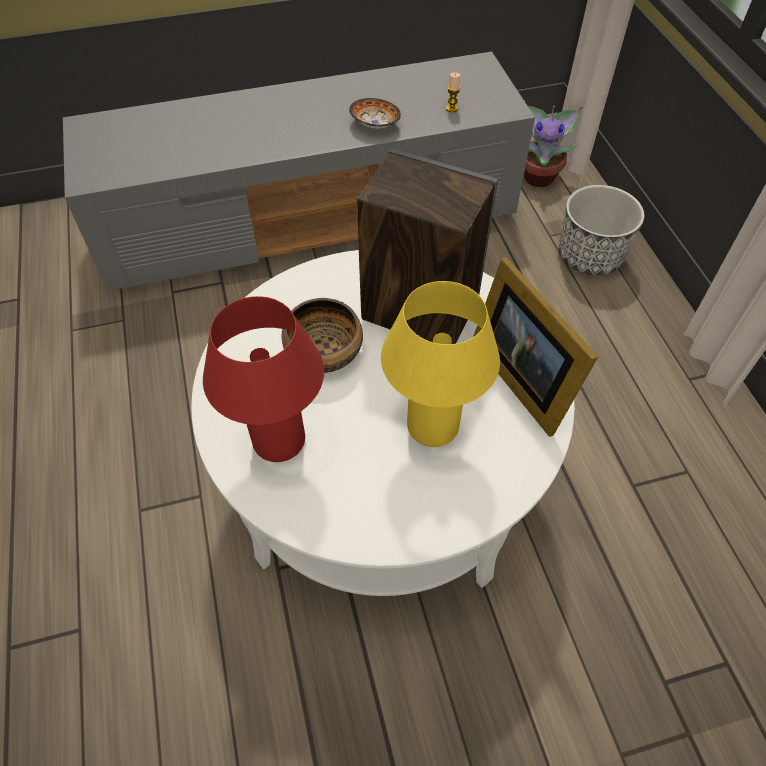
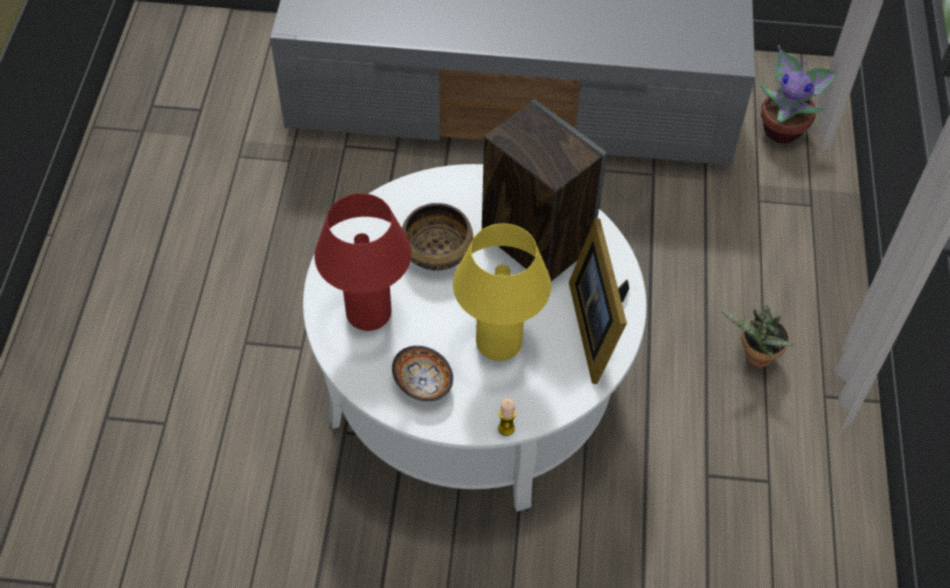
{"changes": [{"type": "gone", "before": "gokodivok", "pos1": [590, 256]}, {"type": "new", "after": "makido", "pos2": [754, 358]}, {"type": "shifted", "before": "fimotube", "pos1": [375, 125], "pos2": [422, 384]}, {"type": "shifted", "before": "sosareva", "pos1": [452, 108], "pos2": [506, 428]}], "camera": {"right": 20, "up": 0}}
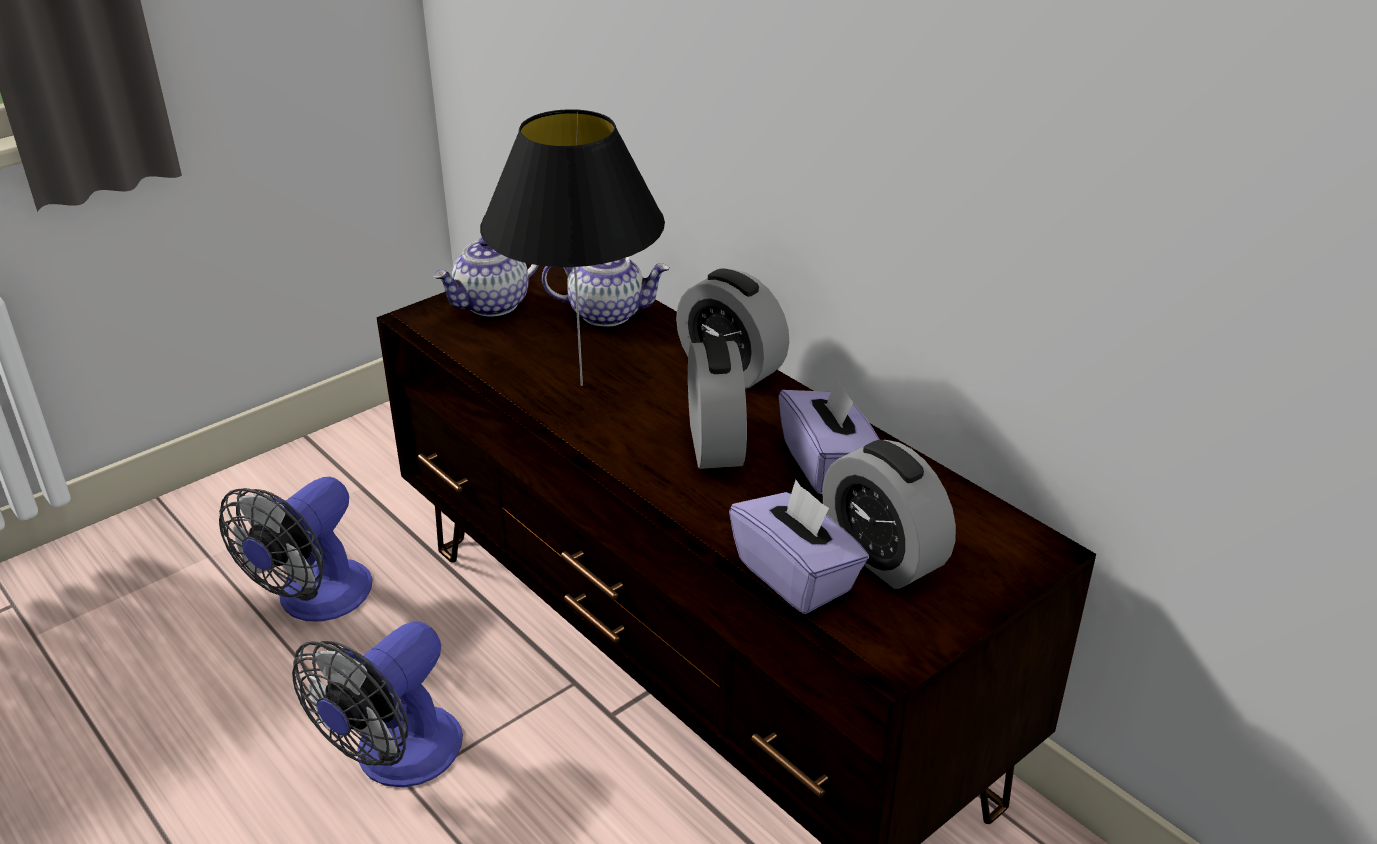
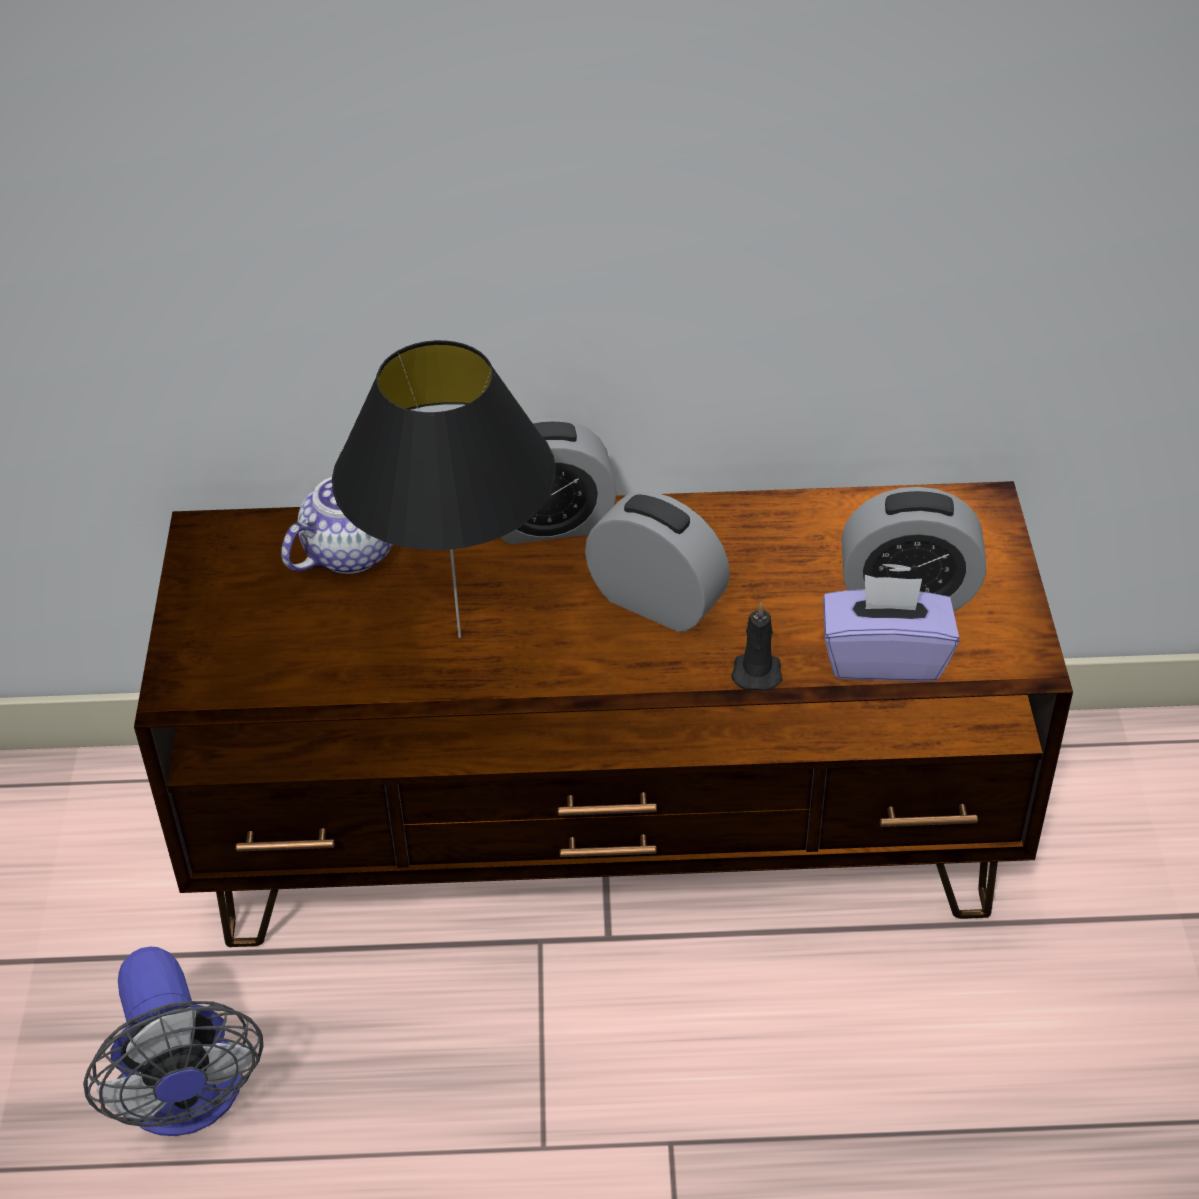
{"changes": [{"type": "gone", "before": "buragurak", "pos1": [396, 760]}, {"type": "gone", "before": "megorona", "pos1": [492, 305]}, {"type": "gone", "before": "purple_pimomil", "pos1": [828, 465]}, {"type": "new", "after": "black_sosareva", "pos2": [756, 671]}], "camera": {"right": -50, "up": 10}}
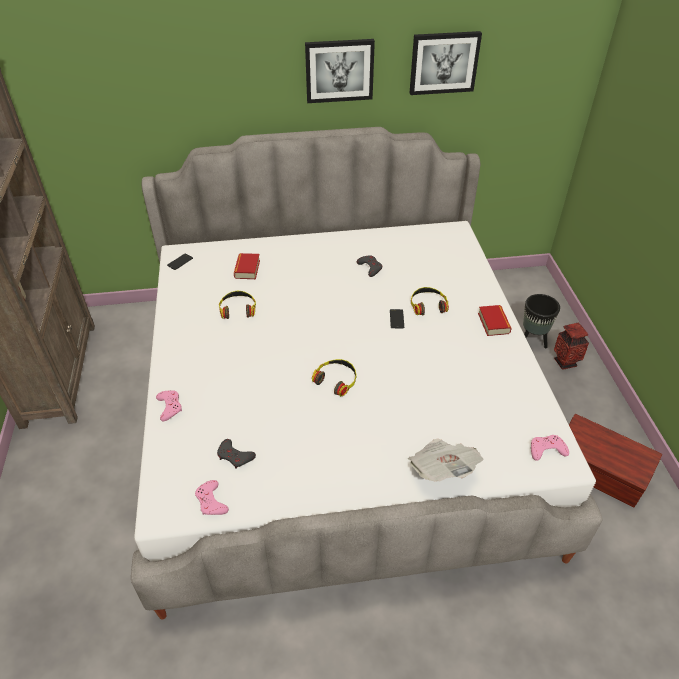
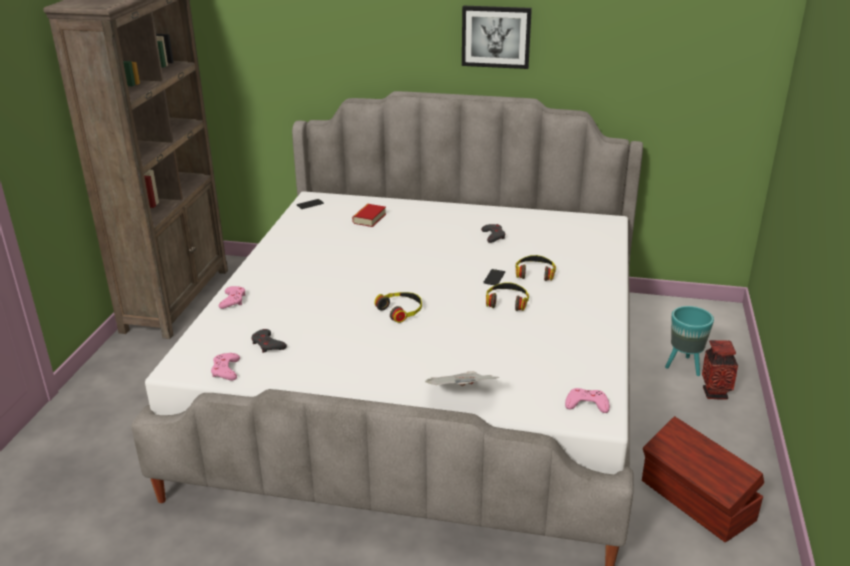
{"changes": [{"type": "gone", "before": "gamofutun", "pos1": [444, 62]}, {"type": "gone", "before": "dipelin", "pos1": [493, 323]}, {"type": "shifted", "before": "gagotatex", "pos1": [238, 309], "pos2": [507, 301]}, {"type": "repainted", "before": "black_gokodivok", "after": "turquoise_gokodivok", "pos1": [532, 341], "pos2": [684, 367]}], "camera": {"right": 20, "up": -15}}
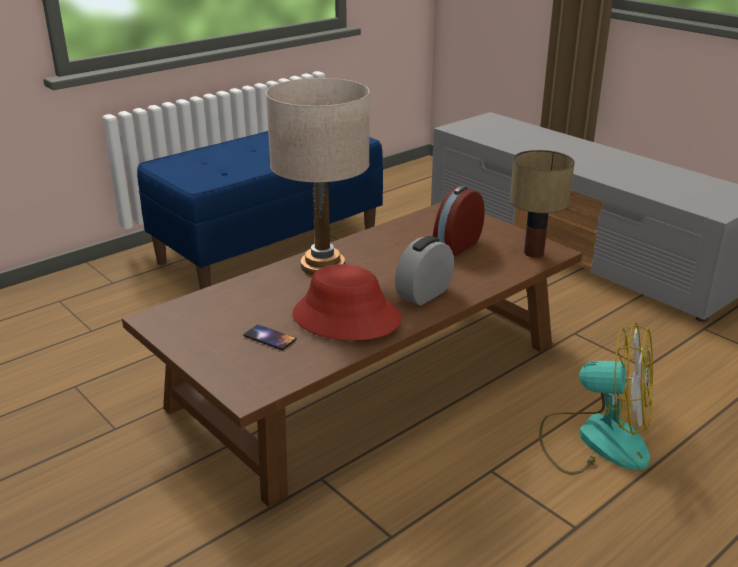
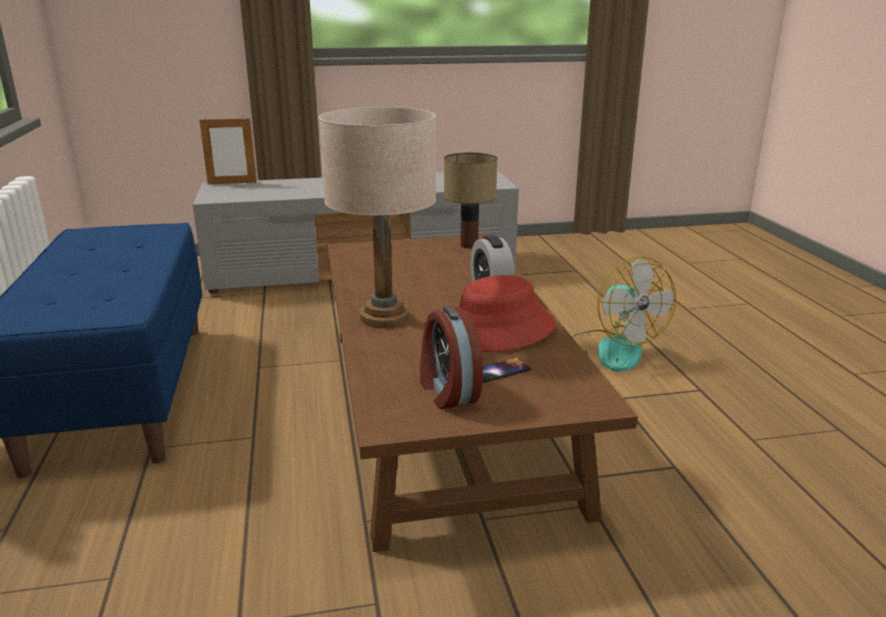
{"changes": [{"type": "new", "after": "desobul", "pos2": [232, 183]}, {"type": "shifted", "before": "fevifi", "pos1": [455, 245], "pos2": [447, 391]}, {"type": "rotated", "before": "buragurak", "pos1": [595, 439], "pos2": [610, 350], "turn": 105}], "camera": {"right": -60, "up": -5}}
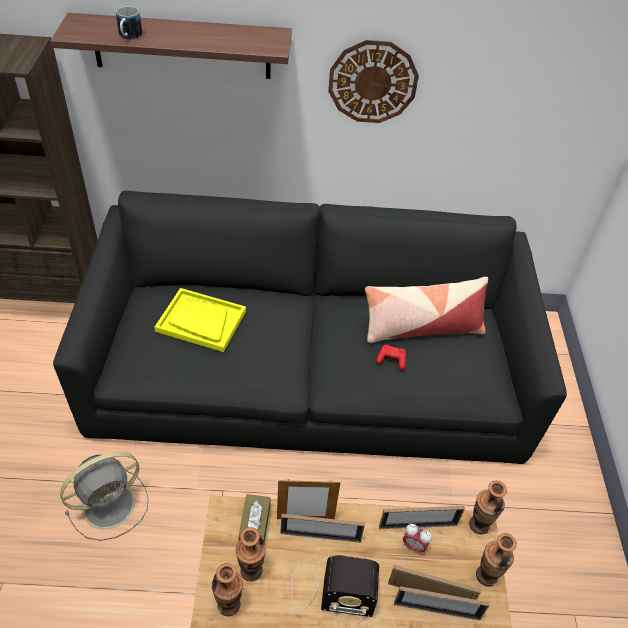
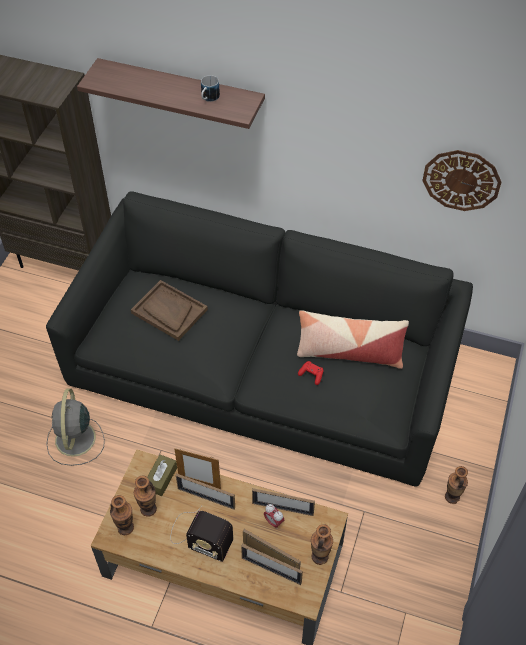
{"changes": [{"type": "shifted", "before": "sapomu", "pos1": [129, 37], "pos2": [208, 98]}, {"type": "shifted", "before": "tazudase", "pos1": [373, 82], "pos2": [461, 180]}, {"type": "shifted", "before": "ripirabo", "pos1": [479, 524], "pos2": [452, 497]}, {"type": "repainted", "before": "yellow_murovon", "after": "brown_murovon", "pos1": [201, 321], "pos2": [169, 311]}, {"type": "rotated", "before": "grey_buragurak", "pos1": [111, 504], "pos2": [75, 440], "turn": 105}], "camera": {"right": 20, "up": 5}}
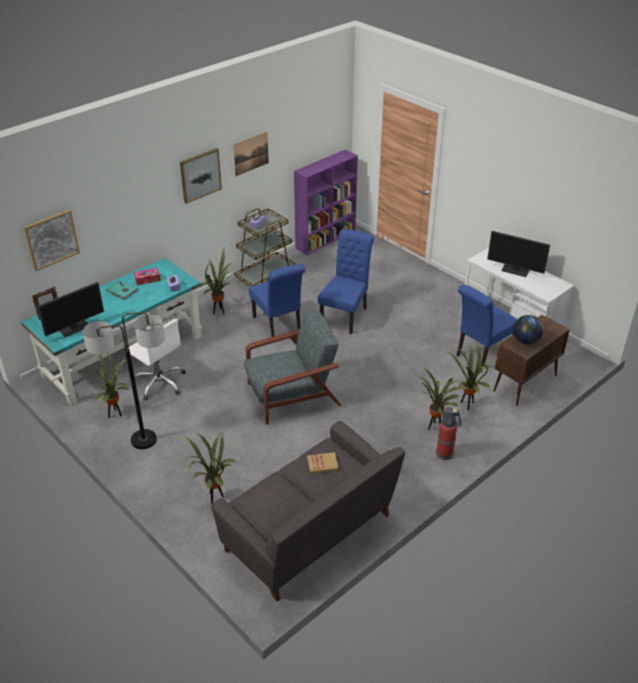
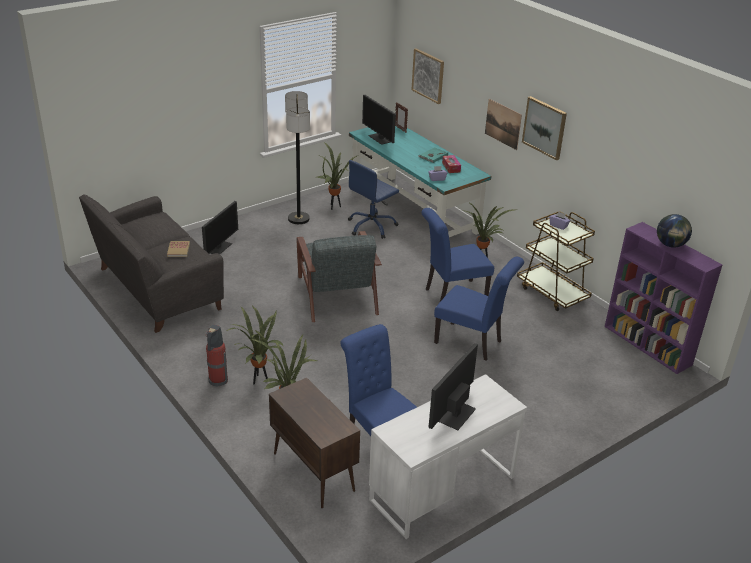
{"changes": [{"type": "shifted", "before": "gamofutun", "pos1": [251, 153], "pos2": [503, 124]}, {"type": "shifted", "before": "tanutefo", "pos1": [526, 340], "pos2": [670, 245]}, {"type": "swapped", "before": "makido", "after": "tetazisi", "pos1": [214, 498], "pos2": [218, 247]}, {"type": "repainted", "before": "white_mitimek", "after": "blue_mitimek", "pos1": [159, 382], "pos2": [371, 226]}], "camera": {"right": 95, "up": -5}}
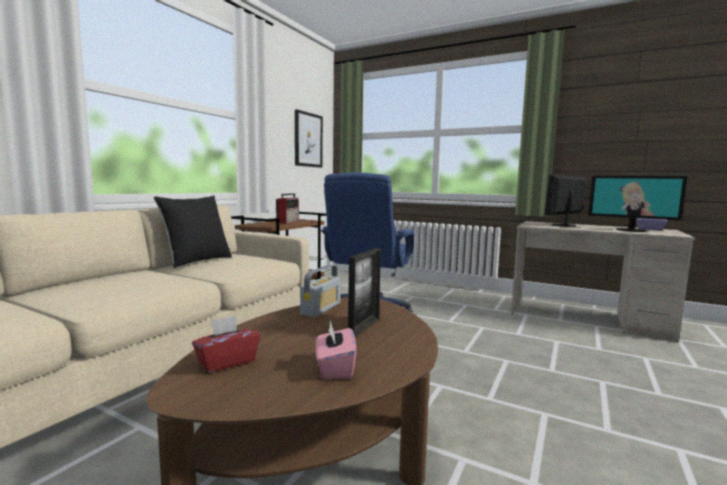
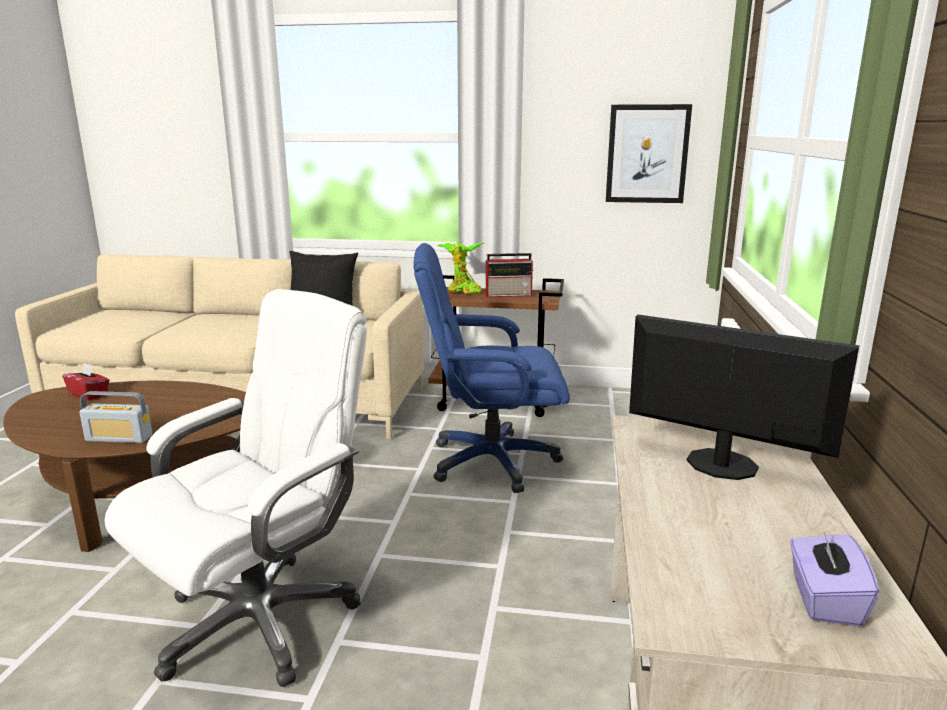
{"changes": [{"type": "gone", "before": "pink_pimomil", "pos1": [335, 368]}, {"type": "gone", "before": "desobul", "pos1": [364, 327]}, {"type": "gone", "before": "tetazisi", "pos1": [631, 230]}, {"type": "new", "after": "white_mitimek", "pos2": [260, 619]}, {"type": "new", "after": "makido", "pos2": [462, 291]}, {"type": "shifted", "before": "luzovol", "pos1": [321, 309], "pos2": [119, 438]}], "camera": {"right": 70, "up": 10}}
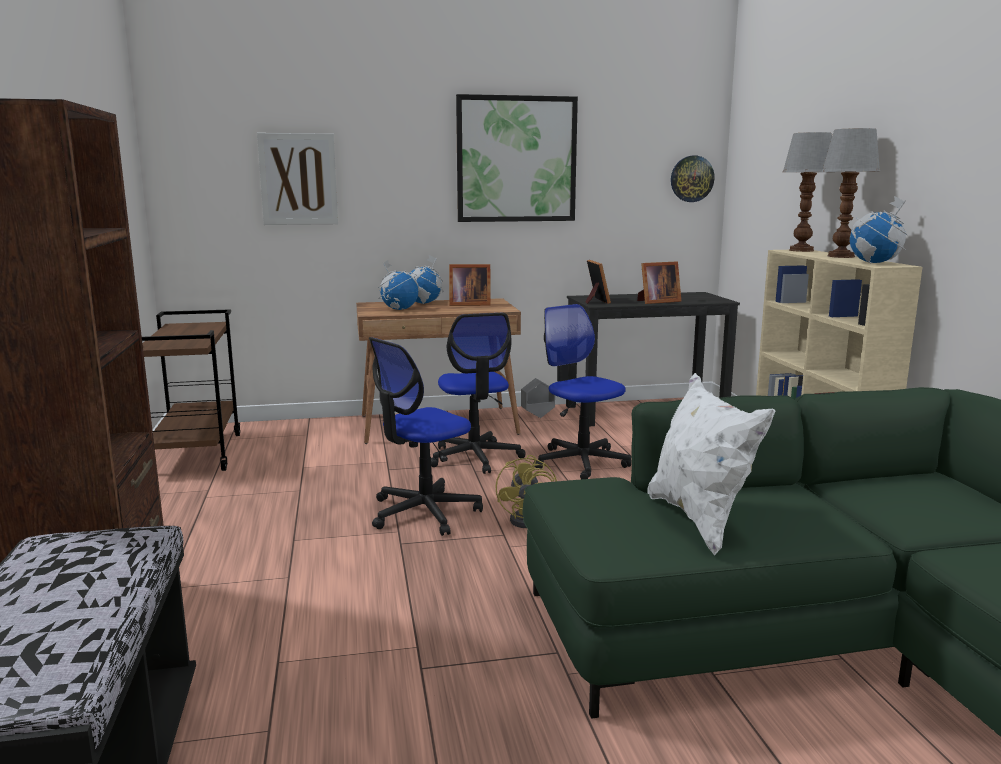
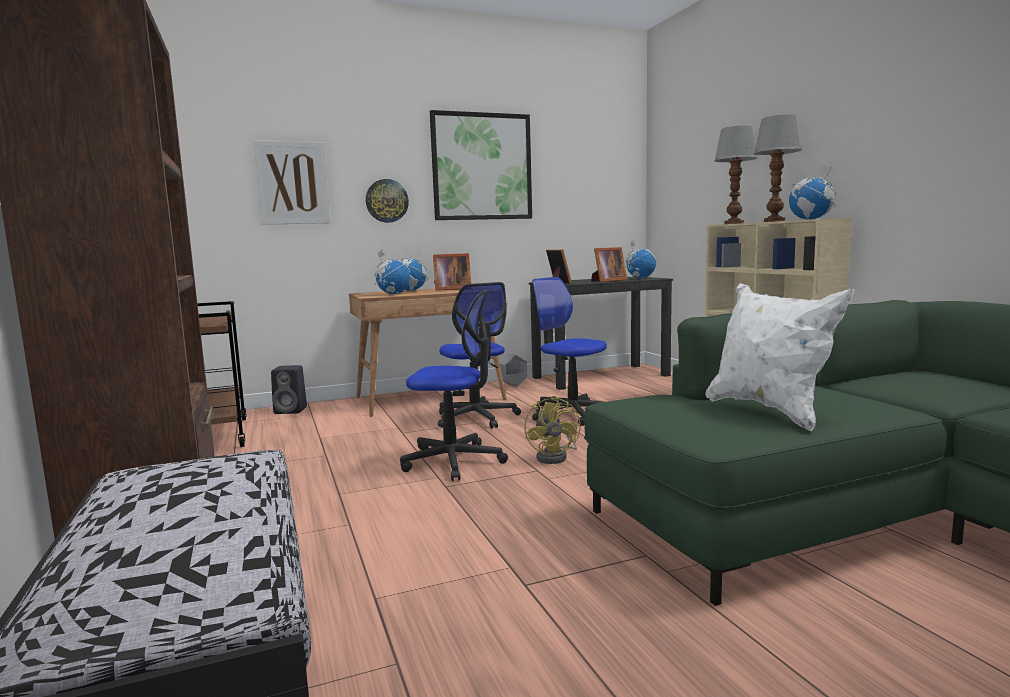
{"changes": [{"type": "new", "after": "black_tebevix", "pos2": [291, 410]}, {"type": "new", "after": "tanutefo", "pos2": [640, 278]}, {"type": "shifted", "before": "tazudase", "pos1": [691, 179], "pos2": [387, 201]}, {"type": "rotated", "before": "mitimek", "pos1": [424, 512], "pos2": [454, 461], "turn": -120}], "camera": {"right": -10, "up": -5}}
